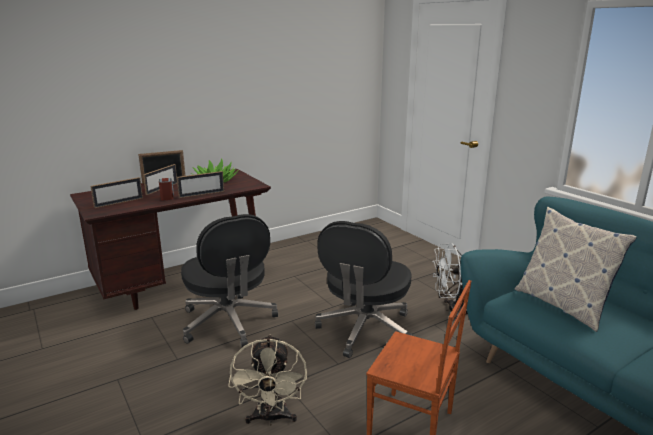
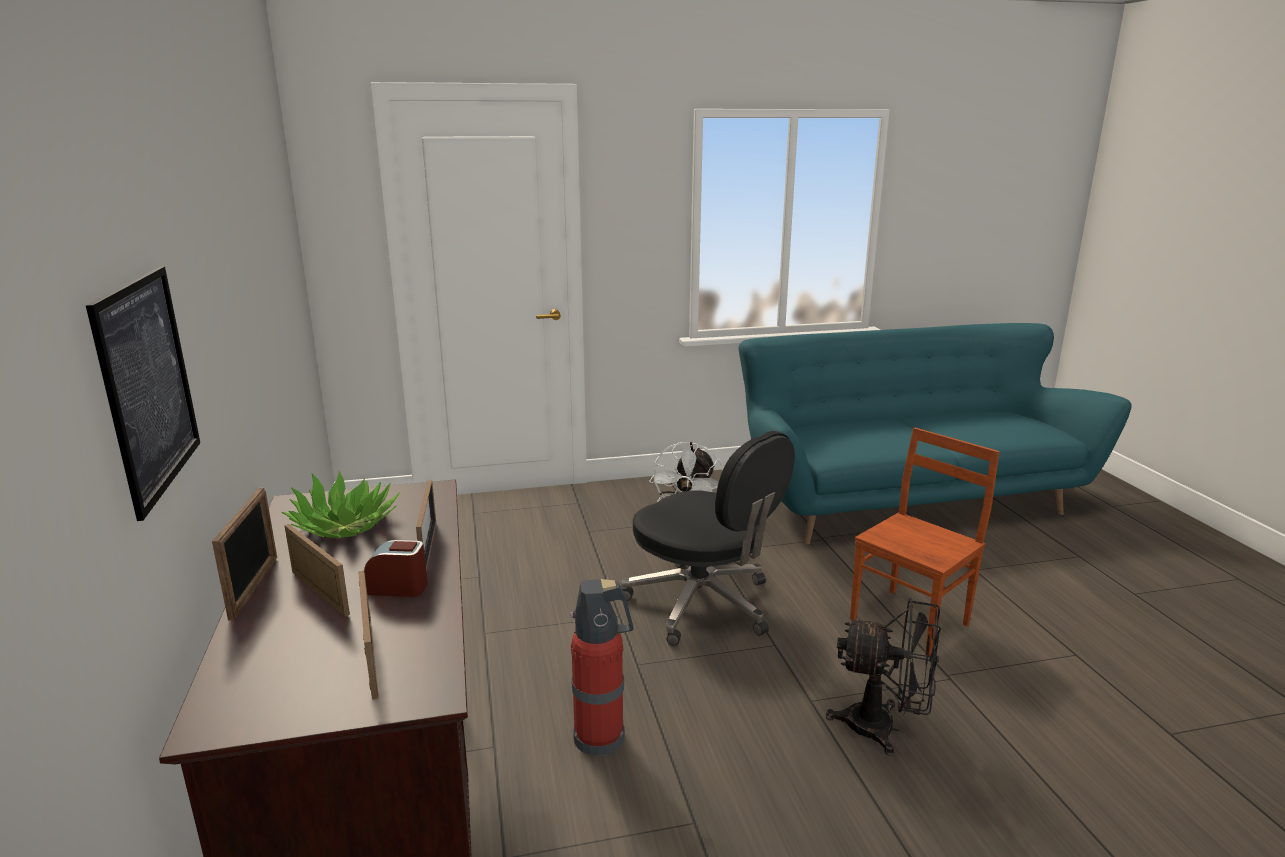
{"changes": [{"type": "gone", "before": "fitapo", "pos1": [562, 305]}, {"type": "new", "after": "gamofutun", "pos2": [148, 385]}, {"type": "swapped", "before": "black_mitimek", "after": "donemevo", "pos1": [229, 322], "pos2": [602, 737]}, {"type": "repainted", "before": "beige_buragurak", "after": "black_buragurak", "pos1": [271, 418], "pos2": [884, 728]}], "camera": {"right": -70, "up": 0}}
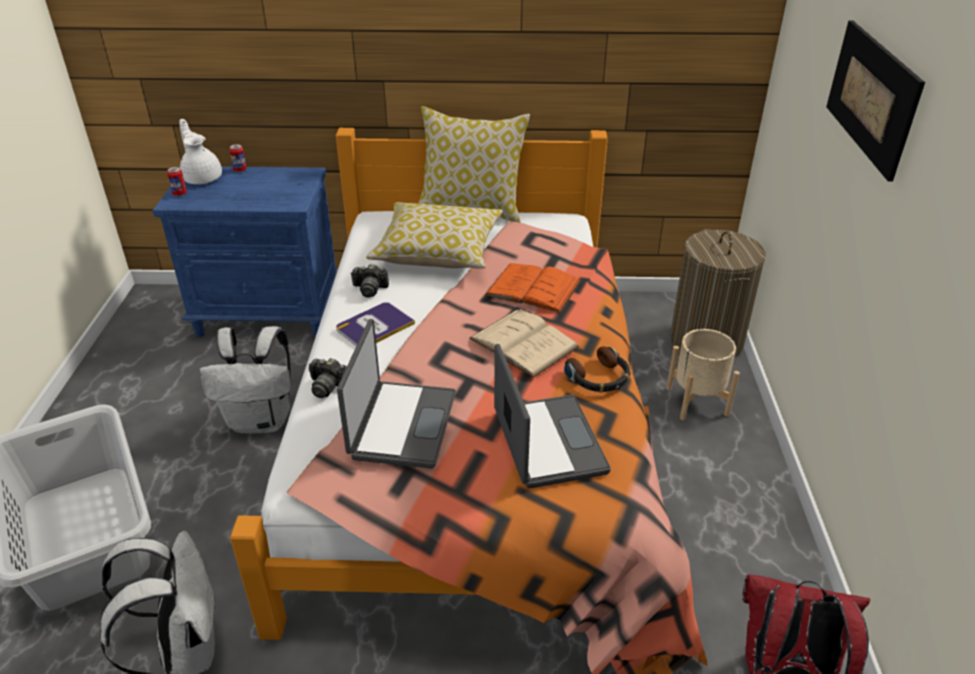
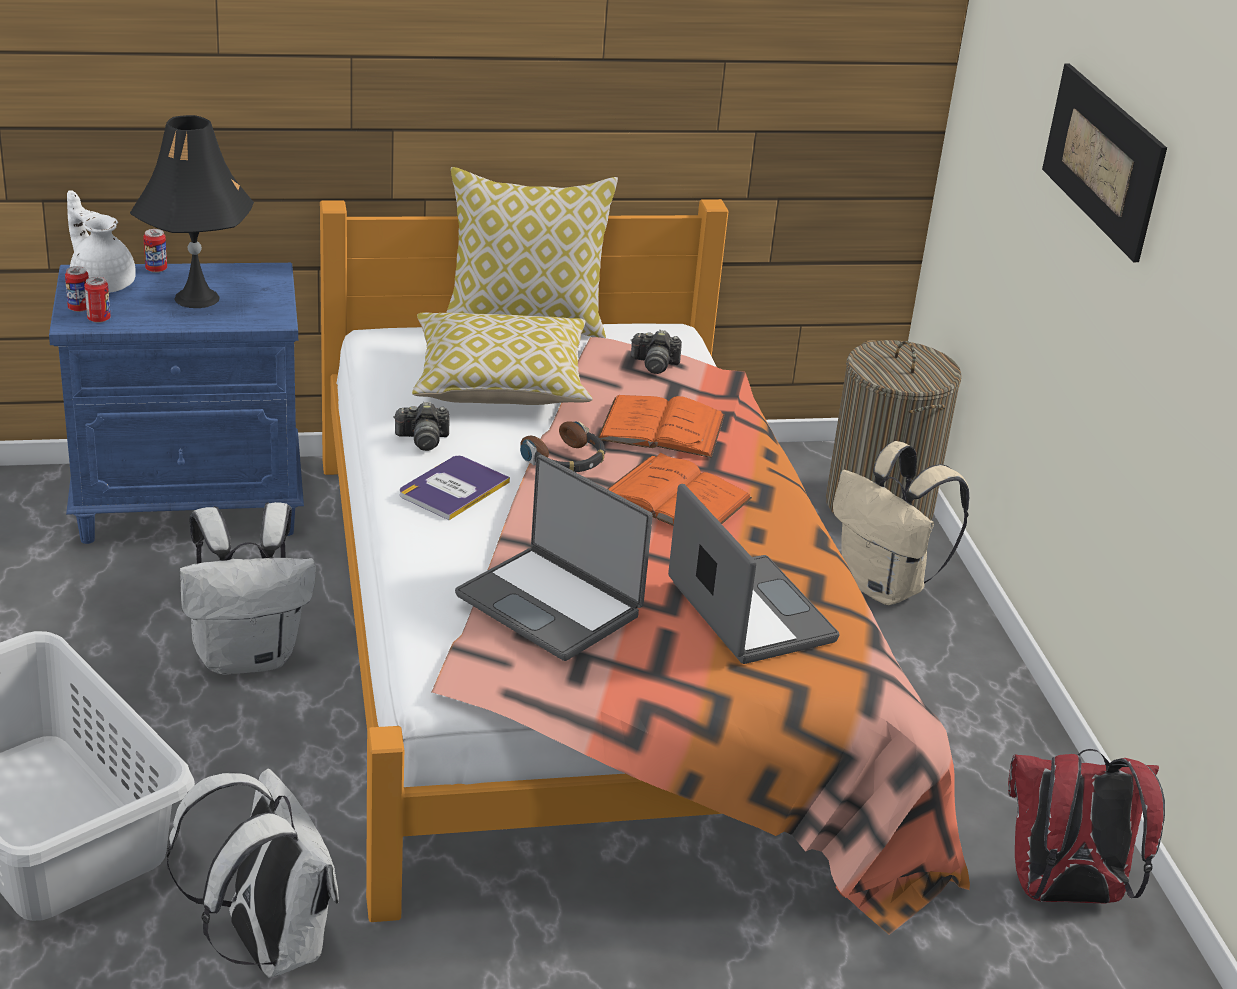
{"changes": [{"type": "new", "after": "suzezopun", "pos2": [99, 319]}, {"type": "new", "after": "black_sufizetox", "pos2": [197, 298]}, {"type": "shifted", "before": "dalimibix", "pos1": [328, 386], "pos2": [654, 364]}, {"type": "shifted", "before": "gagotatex", "pos1": [599, 378], "pos2": [565, 460]}, {"type": "swapped", "before": "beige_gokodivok", "after": "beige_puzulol", "pos1": [697, 401], "pos2": [885, 587]}, {"type": "repainted", "before": "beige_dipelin", "after": "orange_dipelin", "pos1": [523, 342], "pos2": [675, 497]}, {"type": "rotated", "before": "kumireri", "pos1": [401, 425], "pos2": [551, 604], "turn": 135}], "camera": {"right": -15, "up": -5}}
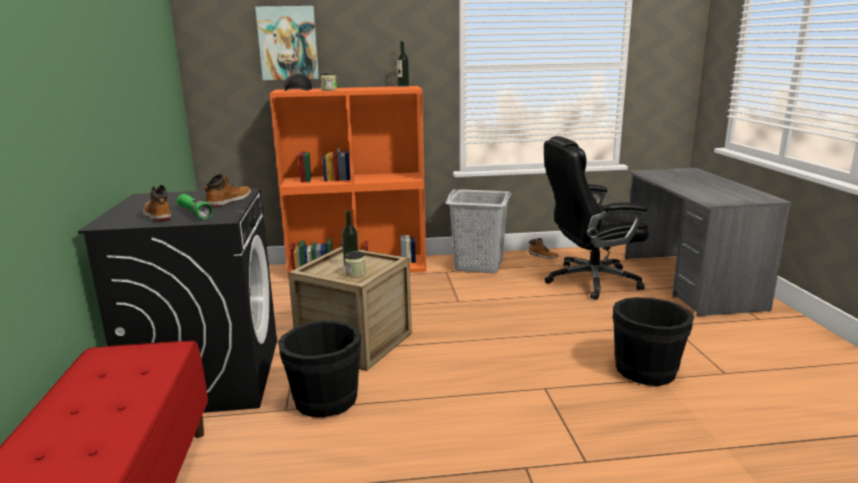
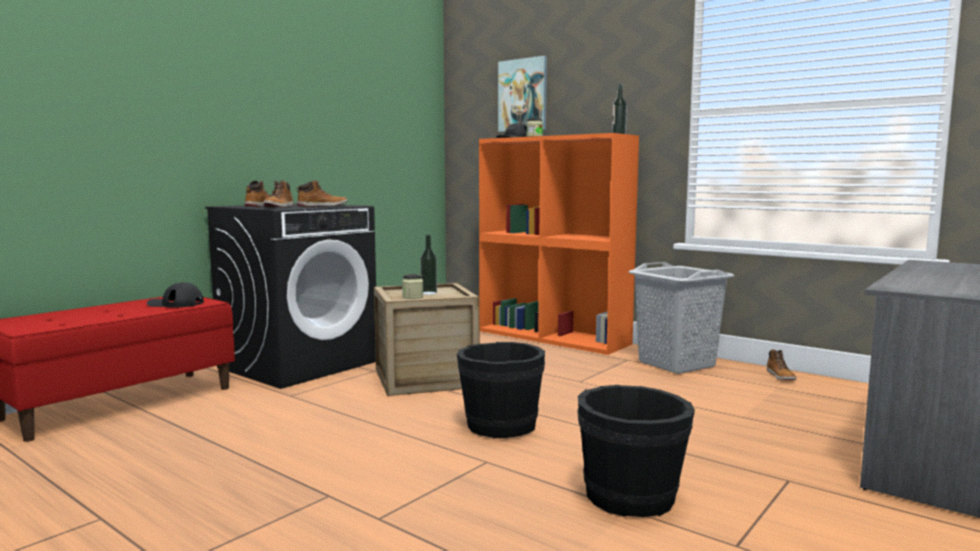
{"changes": [{"type": "gone", "before": "black_mitimek", "pos1": [590, 281]}, {"type": "new", "after": "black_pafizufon", "pos2": [175, 304]}, {"type": "shifted", "before": "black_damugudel", "pos1": [325, 400], "pos2": [501, 426]}, {"type": "swapped", "before": "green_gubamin", "after": "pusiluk", "pos1": [195, 213], "pos2": [279, 207]}], "camera": {"right": 45, "up": -10}}
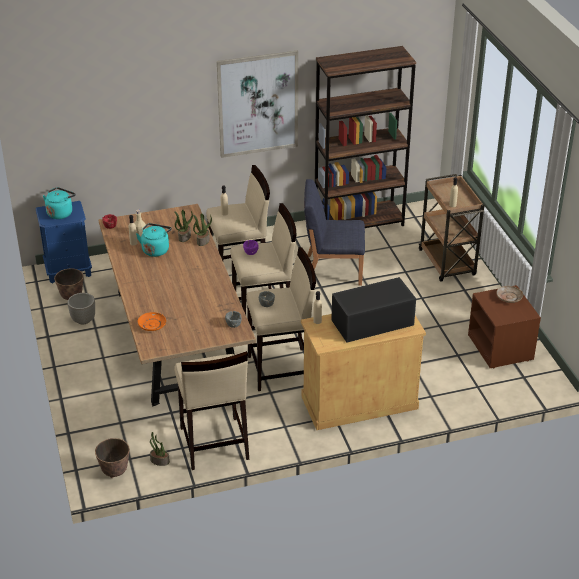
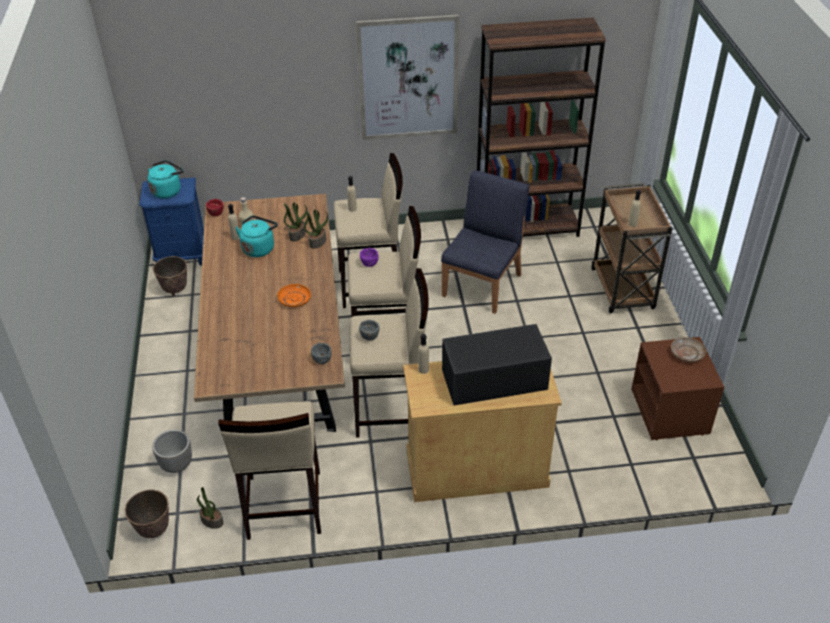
{"changes": [{"type": "shifted", "before": "gokodivok", "pos1": [83, 320], "pos2": [176, 465]}, {"type": "shifted", "before": "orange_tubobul", "pos1": [152, 325], "pos2": [294, 299]}, {"type": "rotated", "before": "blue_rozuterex", "pos1": [332, 270], "pos2": [483, 284], "turn": 105}], "camera": {"right": 10, "up": 5}}
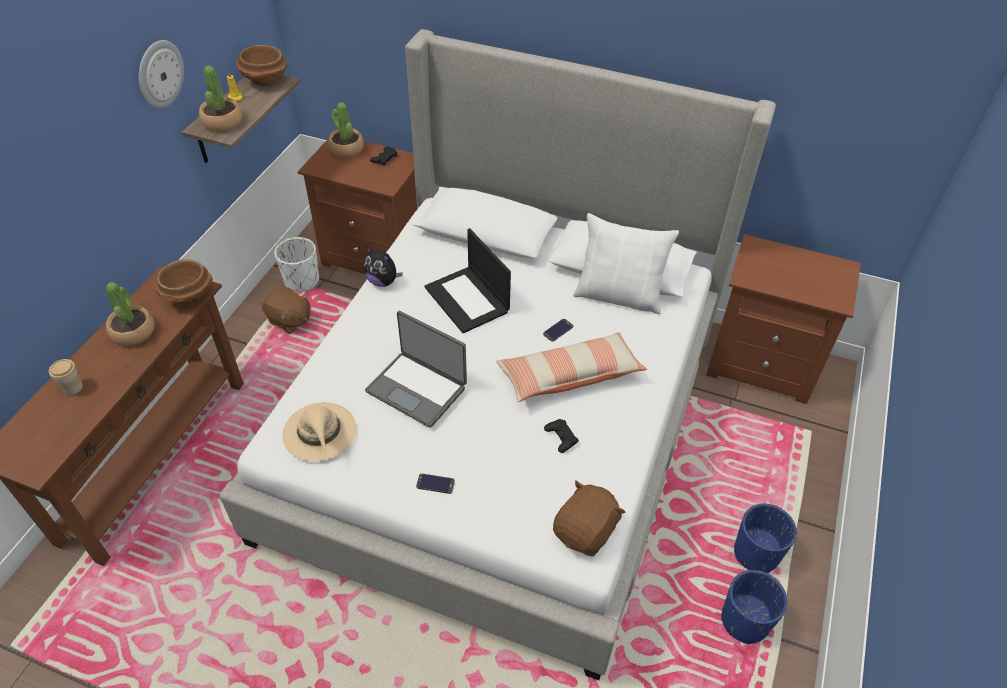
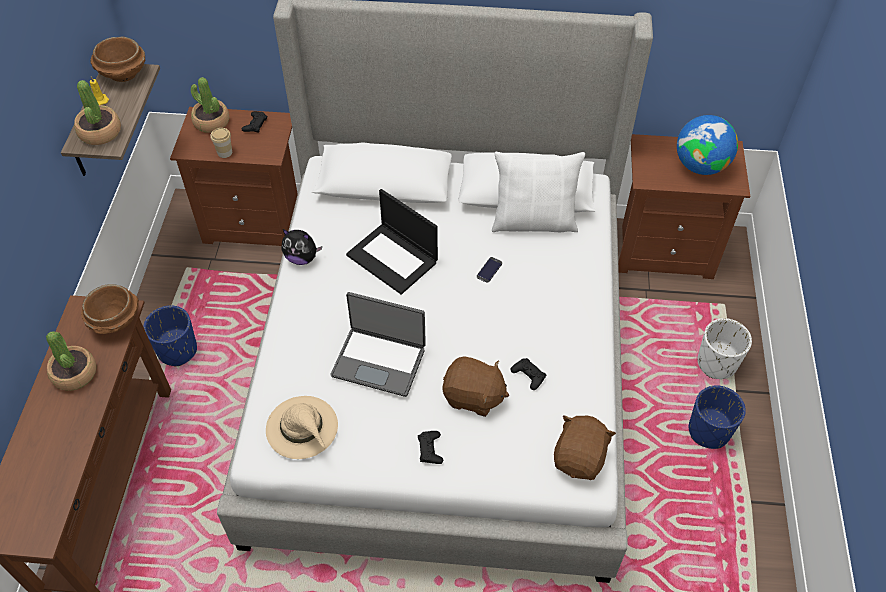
{"changes": [{"type": "gone", "before": "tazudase", "pos1": [159, 74]}, {"type": "gone", "before": "fitapo", "pos1": [569, 376]}, {"type": "new", "after": "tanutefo", "pos2": [700, 166]}, {"type": "shifted", "before": "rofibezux", "pos1": [73, 387], "pos2": [224, 152]}, {"type": "shifted", "before": "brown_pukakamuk", "pos1": [289, 320], "pos2": [473, 397]}, {"type": "shifted", "before": "white_gokodivok", "pos1": [302, 281], "pos2": [716, 363]}, {"type": "shifted", "before": "blue_gokodivok", "pos1": [745, 621], "pos2": [177, 350]}, {"type": "swapped", "before": "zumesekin", "after": "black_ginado", "pos1": [435, 484], "pos2": [430, 449]}], "camera": {"right": -15, "up": 5}}
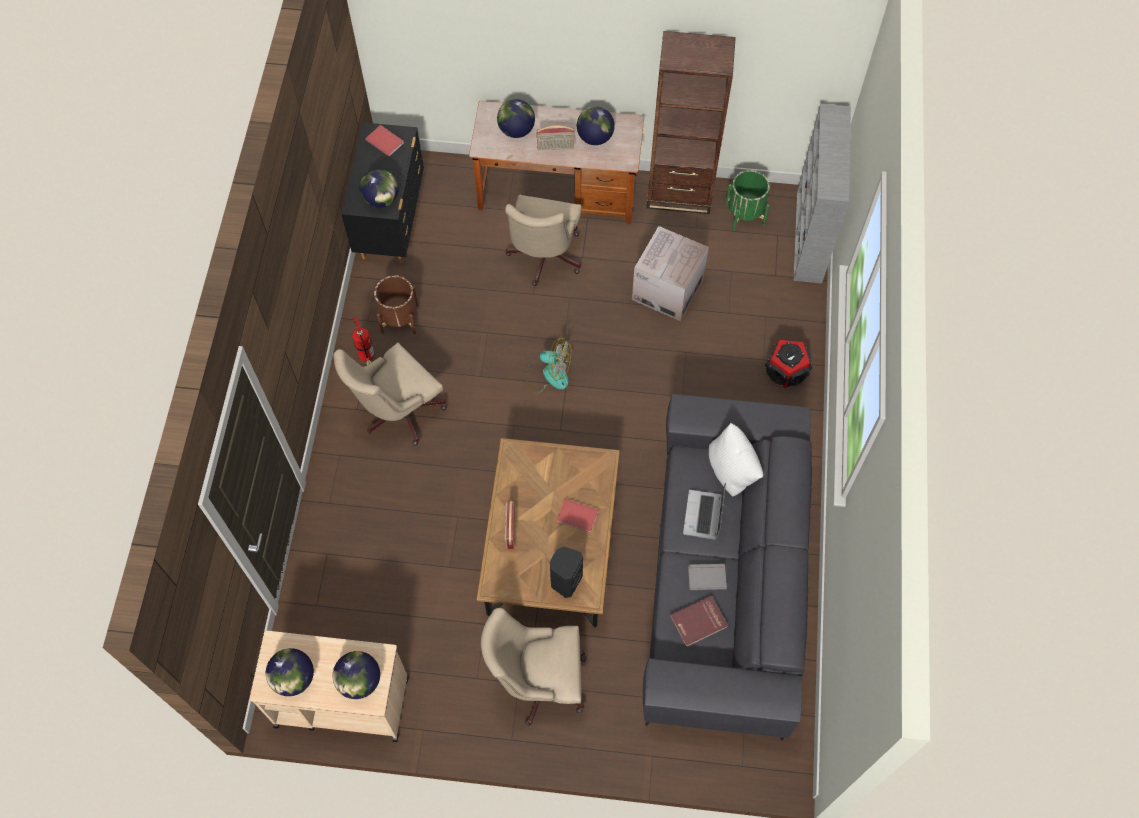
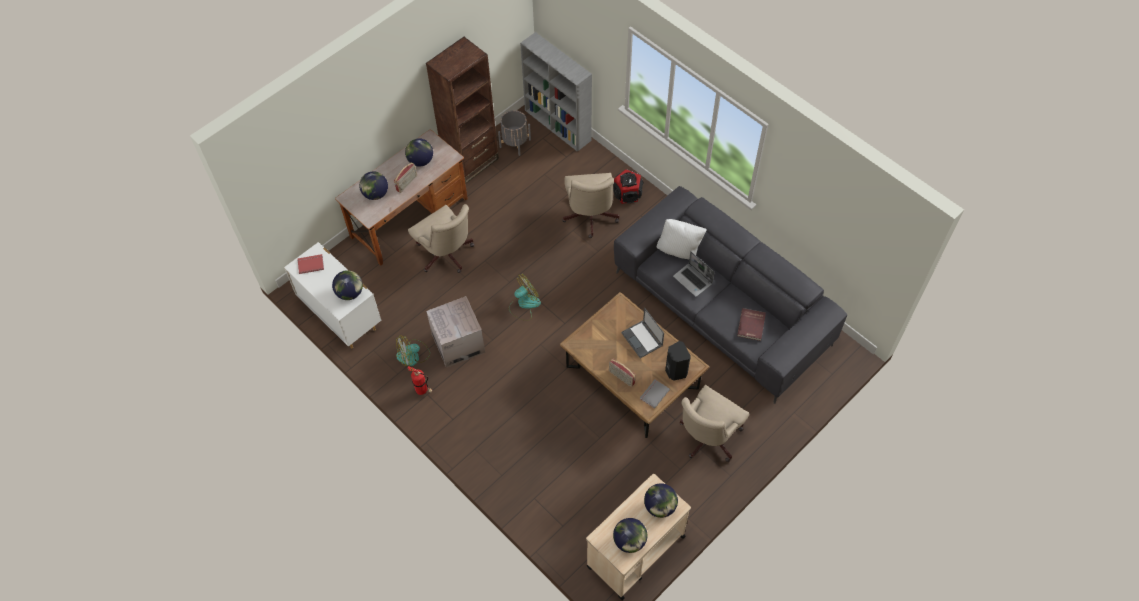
{"changes": [{"type": "shifted", "before": "beige_mitimek", "pos1": [398, 412], "pos2": [590, 218]}, {"type": "shifted", "before": "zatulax", "pos1": [667, 289], "pos2": [458, 343]}, {"type": "shifted", "before": "grey_dipelin", "pos1": [706, 576], "pos2": [653, 394]}, {"type": "swapped", "before": "brown_gokodivok", "after": "buragurak", "pos1": [399, 319], "pos2": [413, 356]}, {"type": "swapped", "before": "red_dipelin", "after": "kumireri", "pos1": [577, 517], "pos2": [642, 339]}, {"type": "repainted", "before": "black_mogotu", "after": "white_mogotu", "pos1": [391, 221], "pos2": [341, 315]}, {"type": "repainted", "before": "green_gokodivok", "after": "grey_gokodivok", "pos1": [744, 214], "pos2": [515, 143]}], "camera": {"right": -50, "up": -5}}
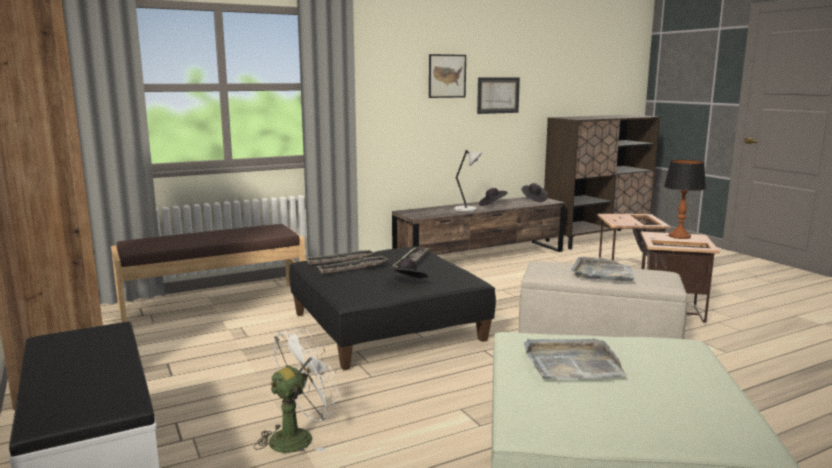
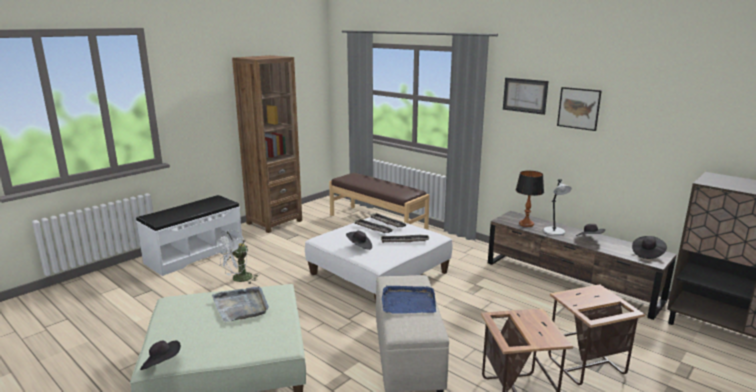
{"changes": [{"type": "new", "after": "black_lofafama", "pos2": [162, 364]}, {"type": "shifted", "before": "gamofutun", "pos1": [498, 95], "pos2": [525, 95]}, {"type": "shifted", "before": "sufizetox", "pos1": [679, 236], "pos2": [526, 224]}, {"type": "repainted", "before": "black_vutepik", "after": "white_vutepik", "pos1": [385, 327], "pos2": [378, 273]}, {"type": "repainted", "before": "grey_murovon", "after": "blue_murovon", "pos1": [603, 273], "pos2": [408, 302]}, {"type": "rotated", "before": "white_buragurak", "pos1": [299, 437], "pos2": [238, 279], "turn": 105}], "camera": {"right": 70, "up": 5}}
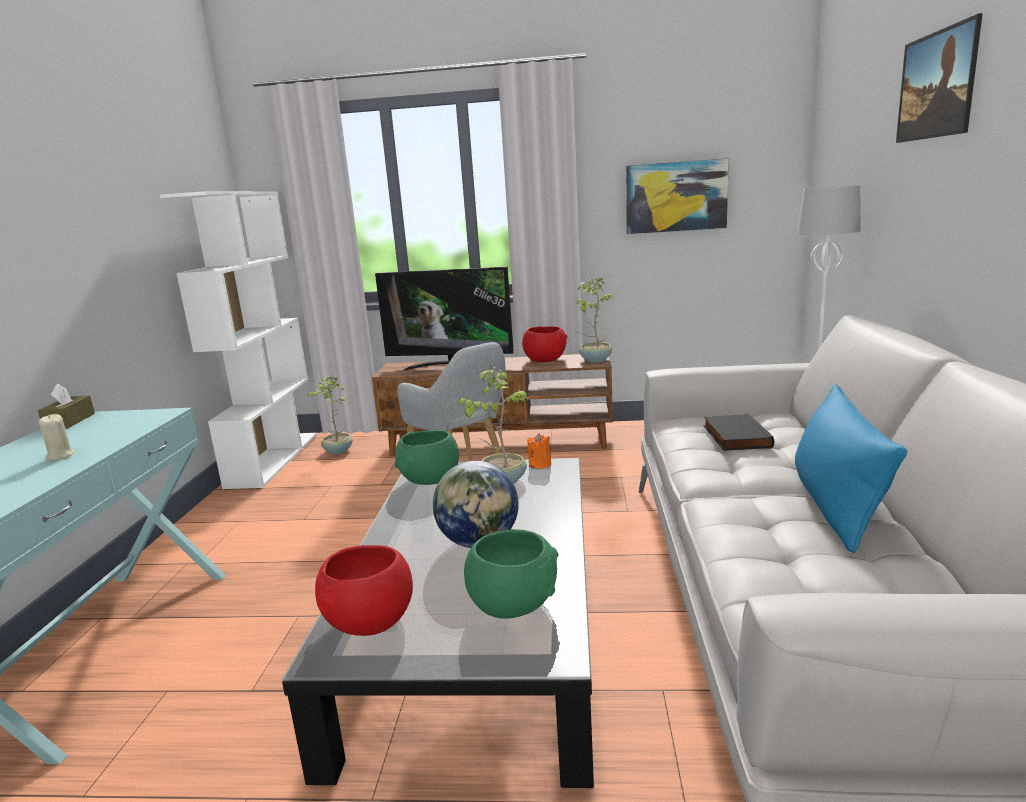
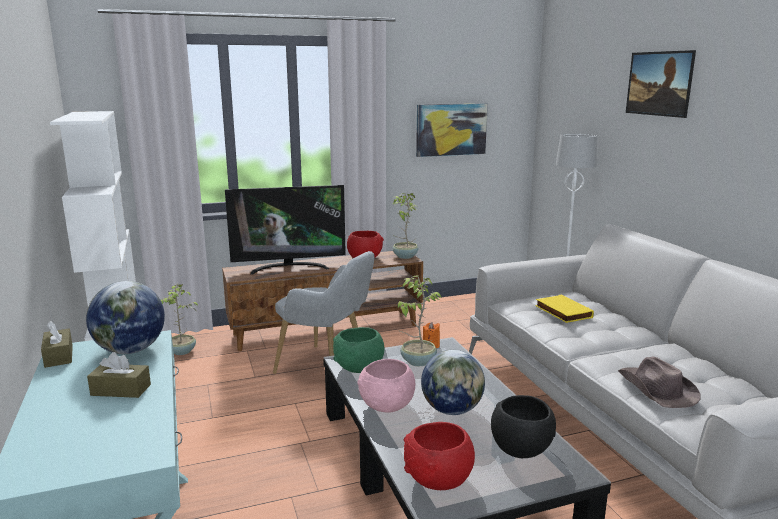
{"changes": [{"type": "gone", "before": "blue_fitapo", "pos1": [835, 504]}, {"type": "new", "after": "tanutefo", "pos2": [130, 350]}, {"type": "new", "after": "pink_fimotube", "pos2": [387, 406]}, {"type": "new", "after": "brown_lofafama", "pos2": [656, 389]}, {"type": "swapped", "before": "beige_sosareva", "after": "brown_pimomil", "pos1": [60, 456], "pos2": [121, 390]}, {"type": "repainted", "before": "green_fimotube", "after": "black_fimotube", "pos1": [512, 604], "pos2": [520, 447]}, {"type": "repainted", "before": "black_dipelin", "after": "yellow_dipelin", "pos1": [734, 436], "pos2": [562, 312]}], "camera": {"right": -25, "up": 0}}
